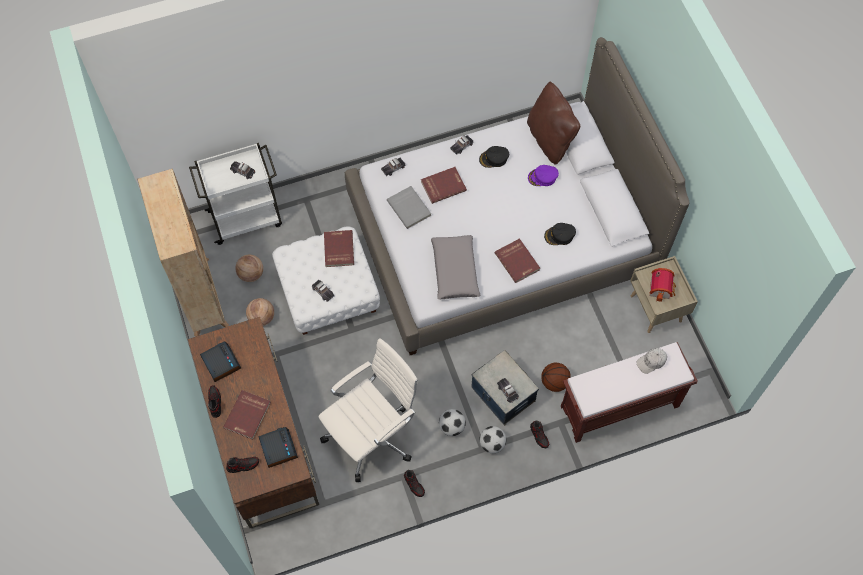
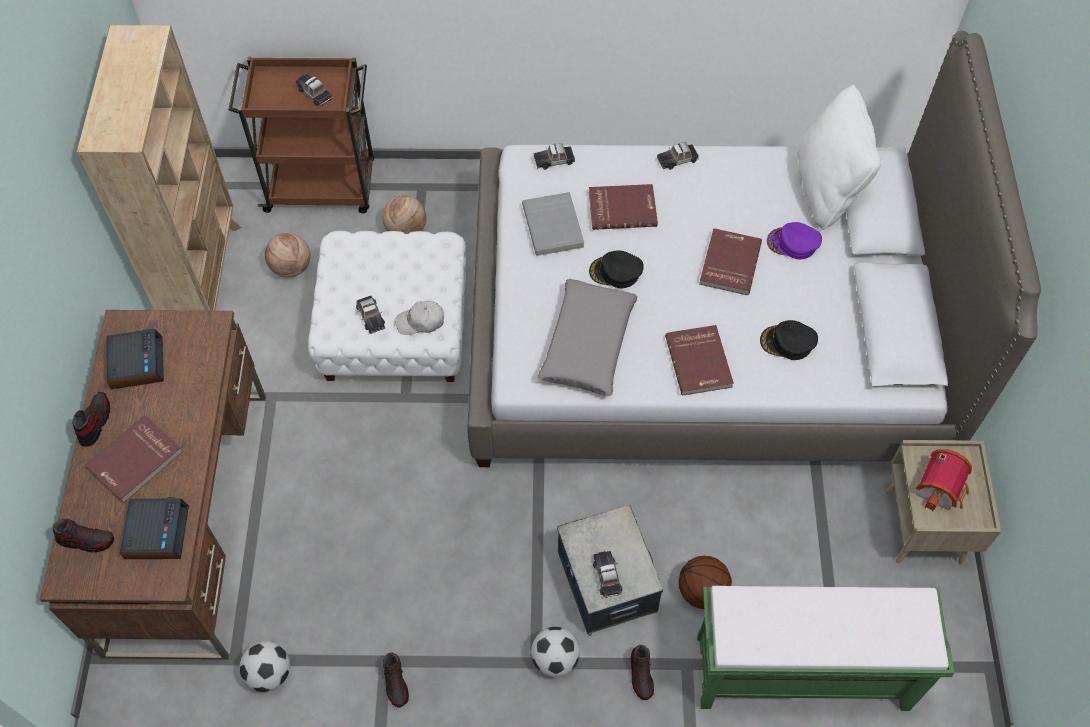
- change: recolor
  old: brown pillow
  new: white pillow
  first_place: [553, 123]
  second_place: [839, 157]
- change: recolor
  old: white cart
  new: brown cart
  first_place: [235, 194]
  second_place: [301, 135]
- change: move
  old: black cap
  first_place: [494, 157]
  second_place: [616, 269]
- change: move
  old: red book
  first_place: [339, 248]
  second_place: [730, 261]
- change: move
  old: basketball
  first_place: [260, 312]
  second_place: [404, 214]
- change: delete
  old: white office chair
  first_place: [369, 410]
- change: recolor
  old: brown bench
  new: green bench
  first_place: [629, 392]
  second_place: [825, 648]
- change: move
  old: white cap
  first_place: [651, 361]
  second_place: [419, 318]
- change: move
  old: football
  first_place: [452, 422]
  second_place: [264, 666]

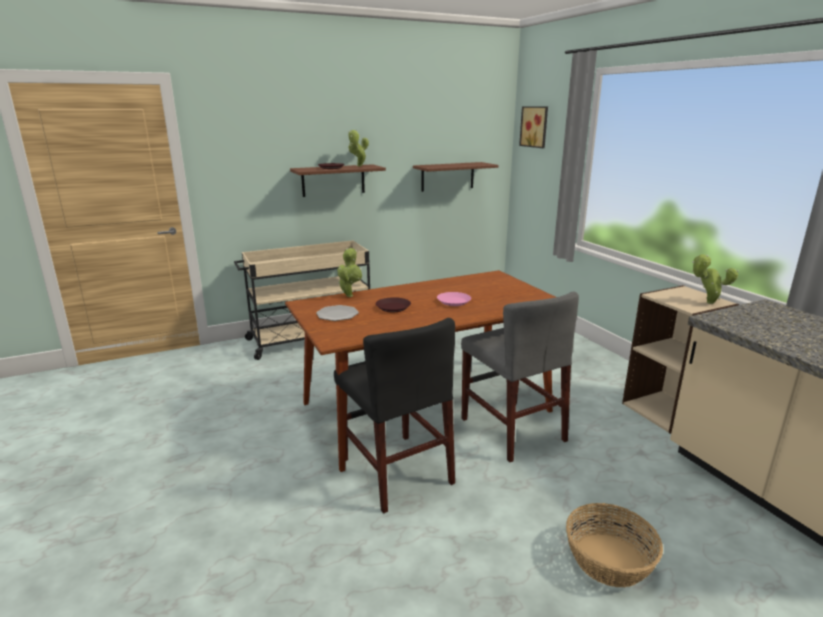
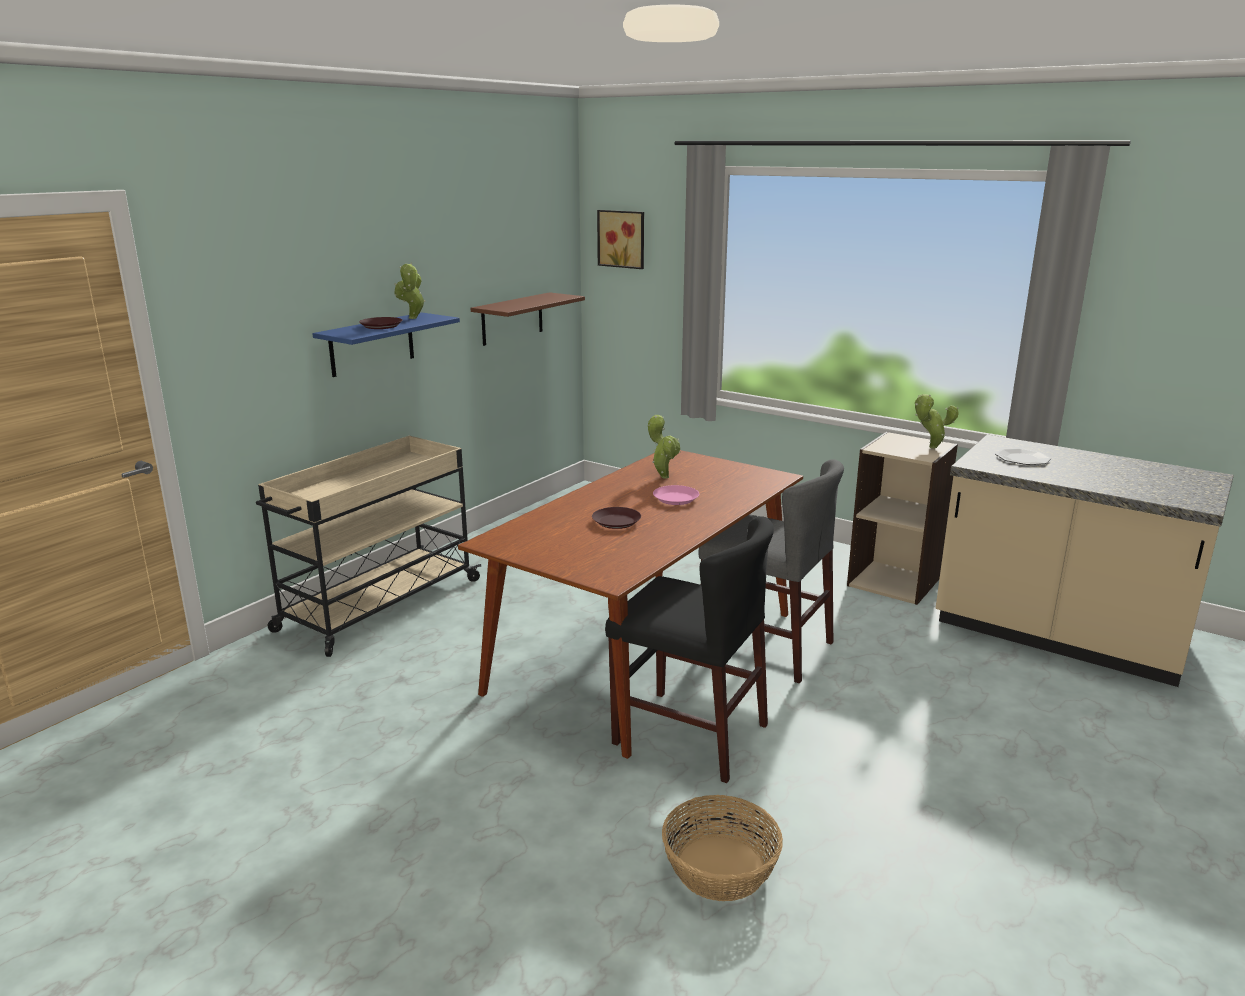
- change: recolor
  old: brown shelf
  new: blue shelf
  first_place: [338, 180]
  second_place: [386, 344]
- change: move
  old: potted plant
  first_place: [349, 272]
  second_place: [664, 447]
- change: move
  old: plate
  first_place: [337, 313]
  second_place: [1023, 456]
- change: move
  old: basket
  first_place: [614, 545]
  second_place: [722, 848]

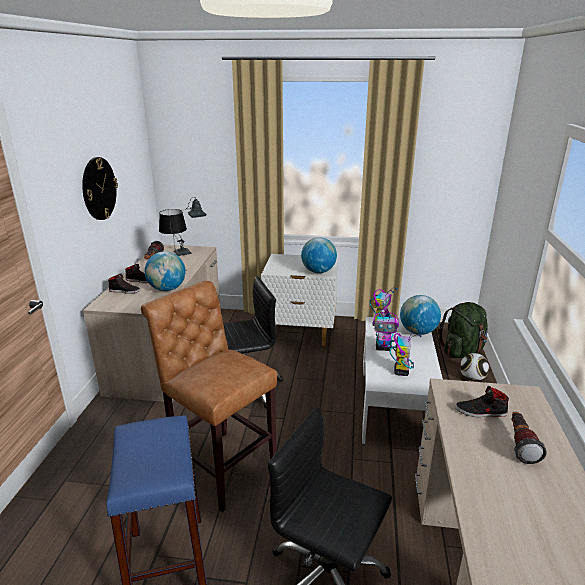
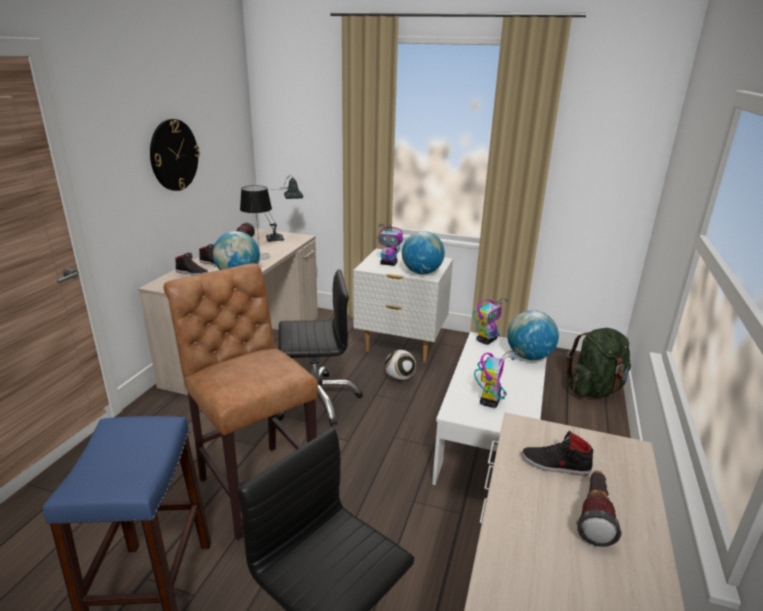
- change: move
  old: toy robot
  first_place: [386, 331]
  second_place: [390, 245]
- change: move
  old: football
  first_place: [474, 367]
  second_place: [400, 365]

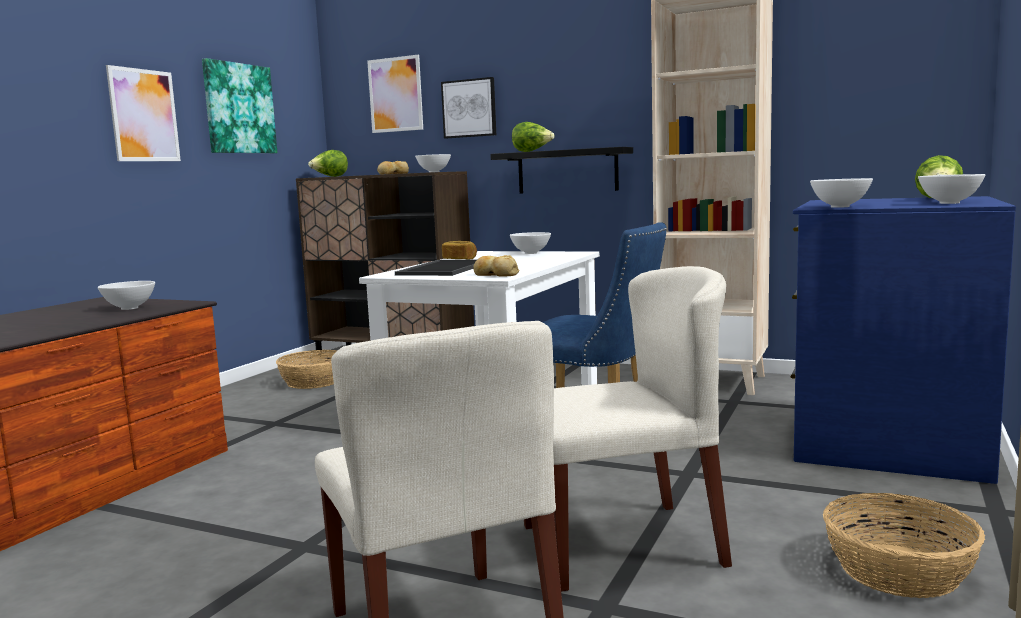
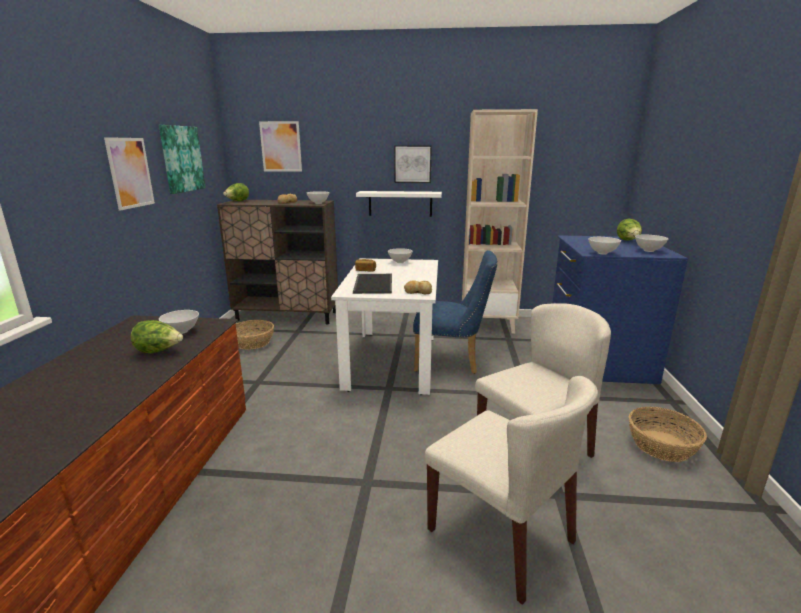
- change: move
  old: picture
  first_place: [468, 107]
  second_place: [413, 164]
- change: move
  old: lettuce
  first_place: [533, 137]
  second_place: [157, 336]
- change: recolor
  old: black shelf
  new: white shelf
  first_place: [561, 170]
  second_place: [399, 204]

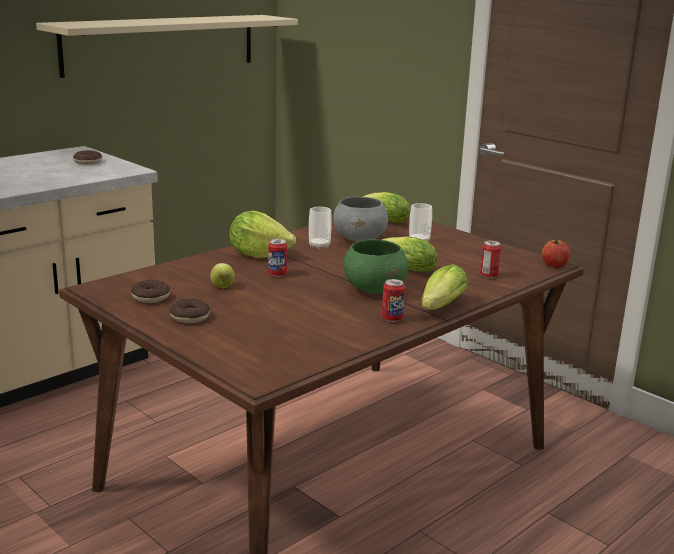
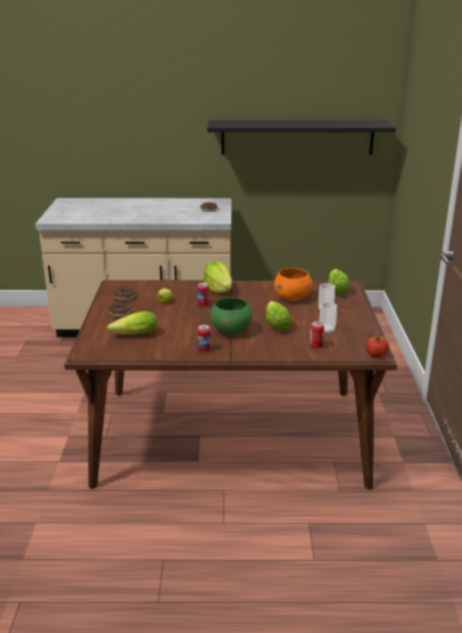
- change: recolor
  old: beige shelf
  new: black shelf
  first_place: [167, 46]
  second_place: [301, 137]
- change: recolor
  old: grey bowl
  new: orange bowl
  first_place: [360, 219]
  second_place: [293, 284]
- change: move
  old: cup
  first_place: [320, 228]
  second_place: [328, 318]
- change: move
  old: lettuce
  first_place: [445, 287]
  second_place: [132, 323]

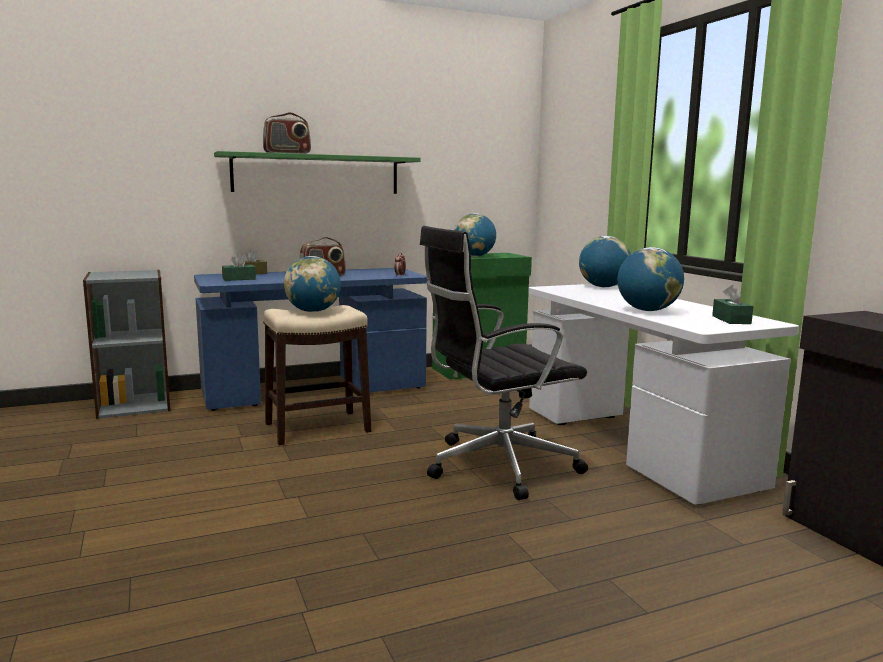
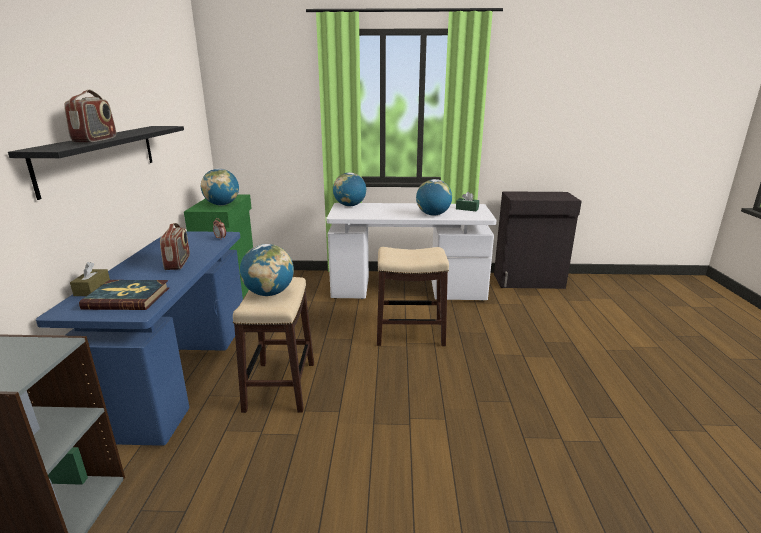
- change: recolor
  old: green shelf
  new: black shelf
  first_place: [317, 172]
  second_place: [96, 163]
- change: replace
  old: black office chair
  new: stool
  first_place: [504, 363]
  second_place: [413, 296]
- change: replace
  old: green tissue box
  new: book
  first_place: [239, 267]
  second_place: [124, 295]

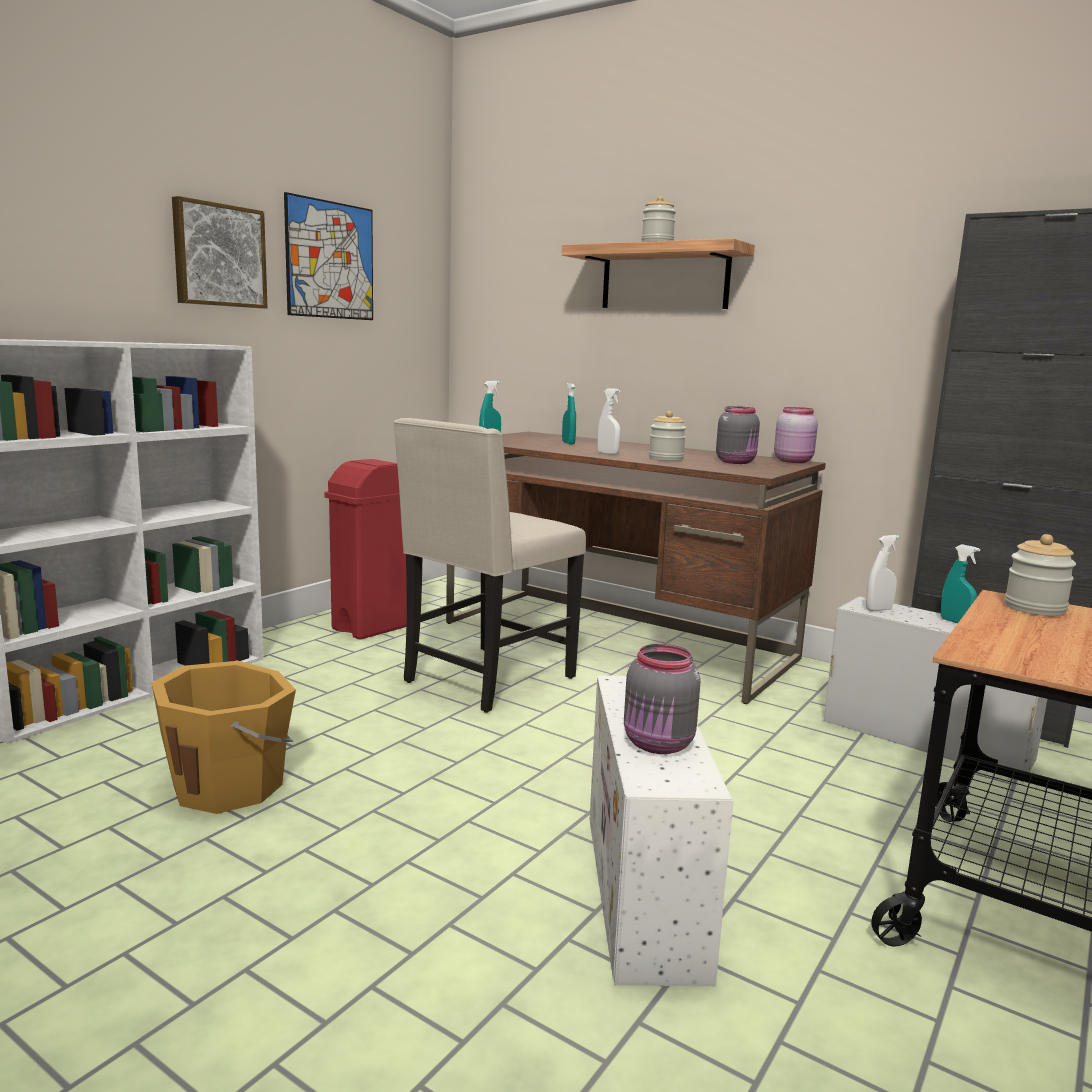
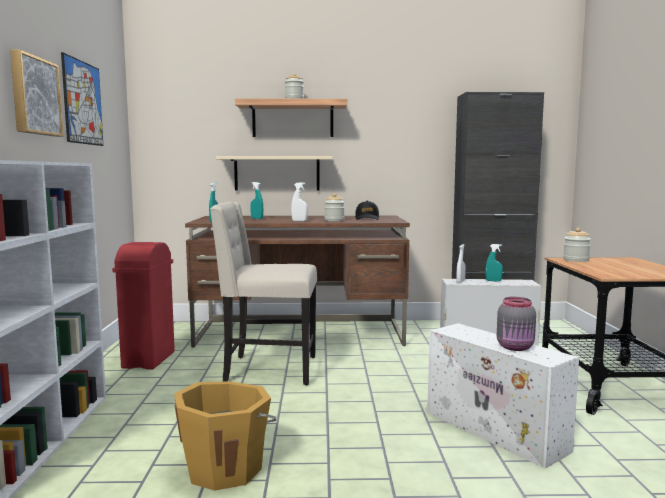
- change: replace
  old: grey jar
  new: black cap
  first_place: [738, 435]
  second_place: [367, 210]
- change: delete
  old: pink jar
  first_place: [796, 435]
- change: rotate
  old: beige chair
  first_place: [490, 565]
  second_place: [263, 293]
  degrees: 90
- change: insert
  new: beige shelf
  second_place: [274, 173]

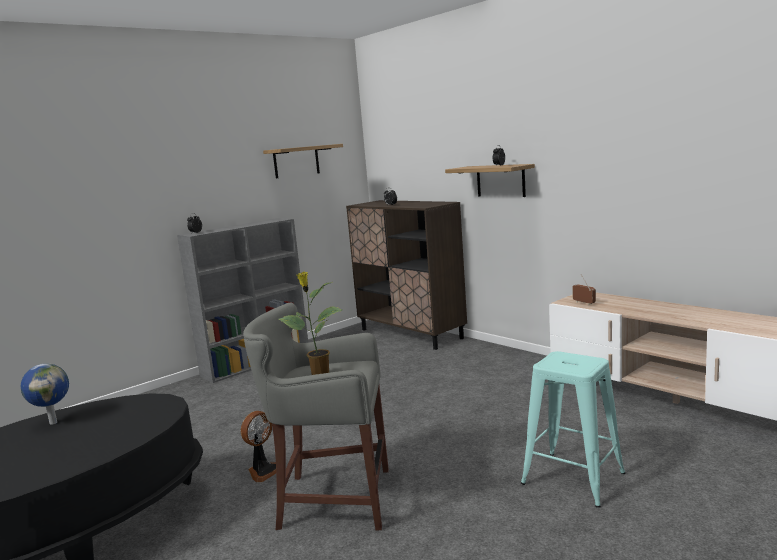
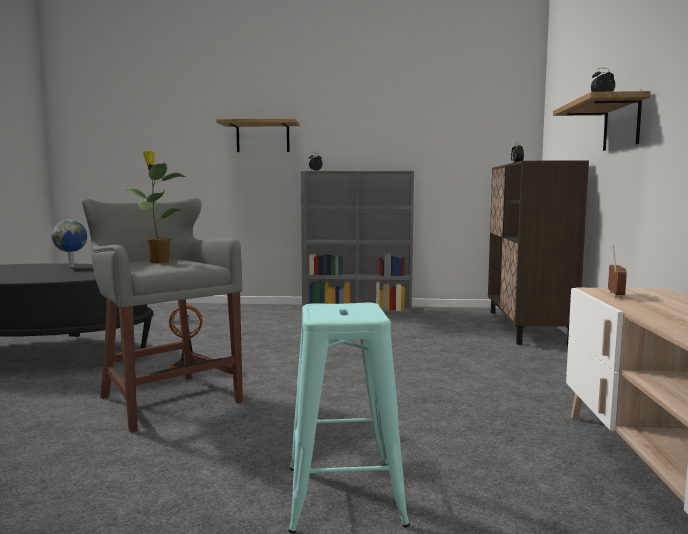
- change: move
  old: shelf
  first_place: [303, 161]
  second_place: [258, 135]

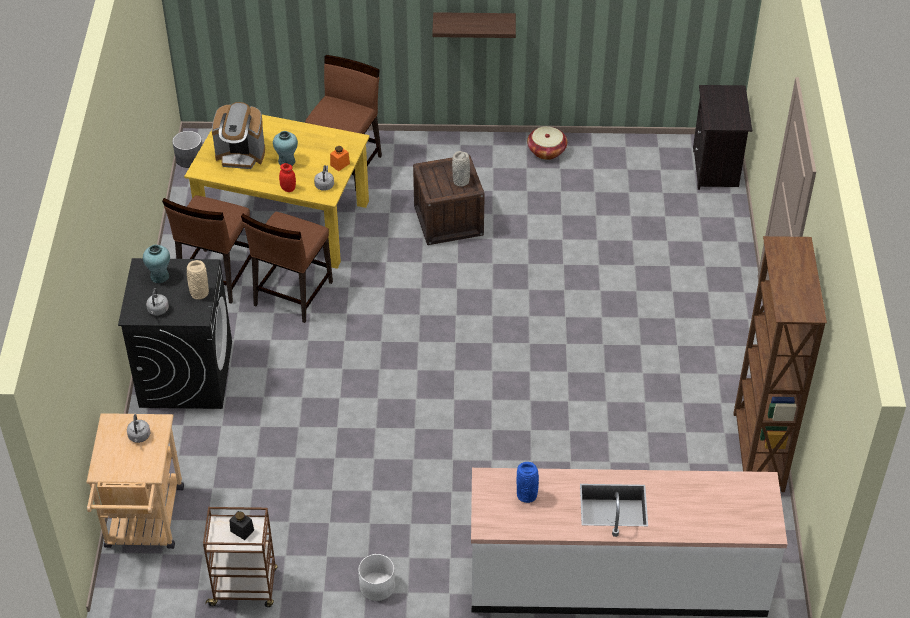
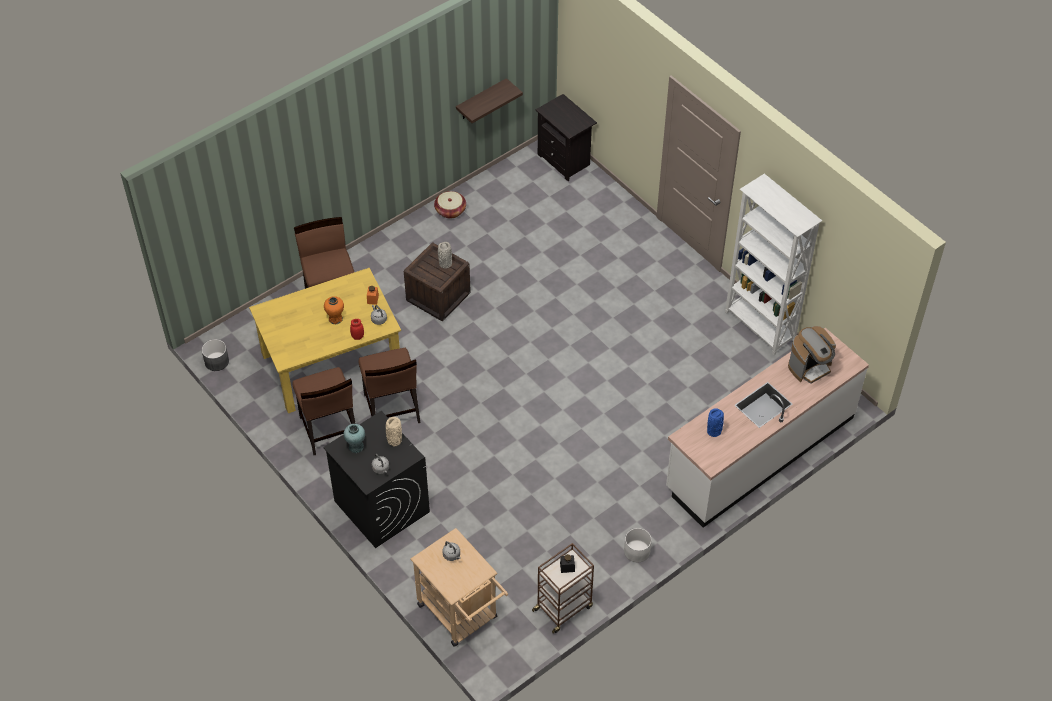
- change: move
  old: shelf
  first_place: [474, 25]
  second_place: [489, 100]
- change: move
  old: coffee machine
  first_place: [238, 135]
  second_place: [812, 355]
- change: recolor
  old: turquoise vase
  new: orange vase
  first_place: [285, 148]
  second_place: [334, 310]
- change: recolor
  old: brown bookcase
  new: white bookcase
  first_place: [780, 364]
  second_place: [773, 264]

